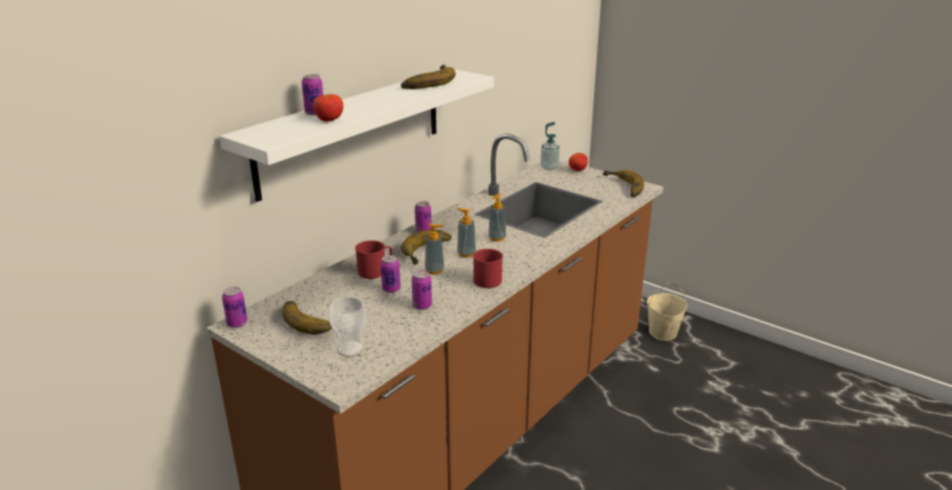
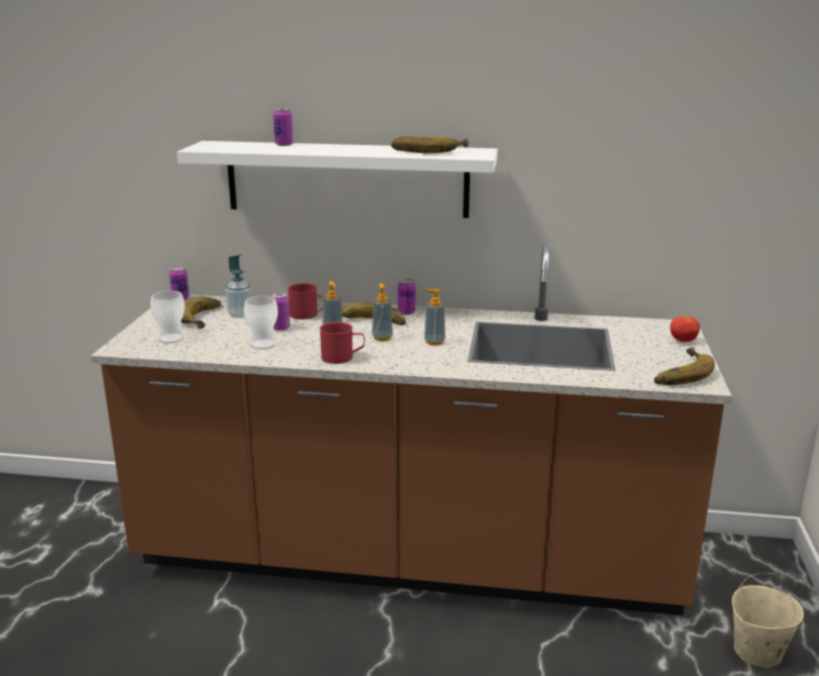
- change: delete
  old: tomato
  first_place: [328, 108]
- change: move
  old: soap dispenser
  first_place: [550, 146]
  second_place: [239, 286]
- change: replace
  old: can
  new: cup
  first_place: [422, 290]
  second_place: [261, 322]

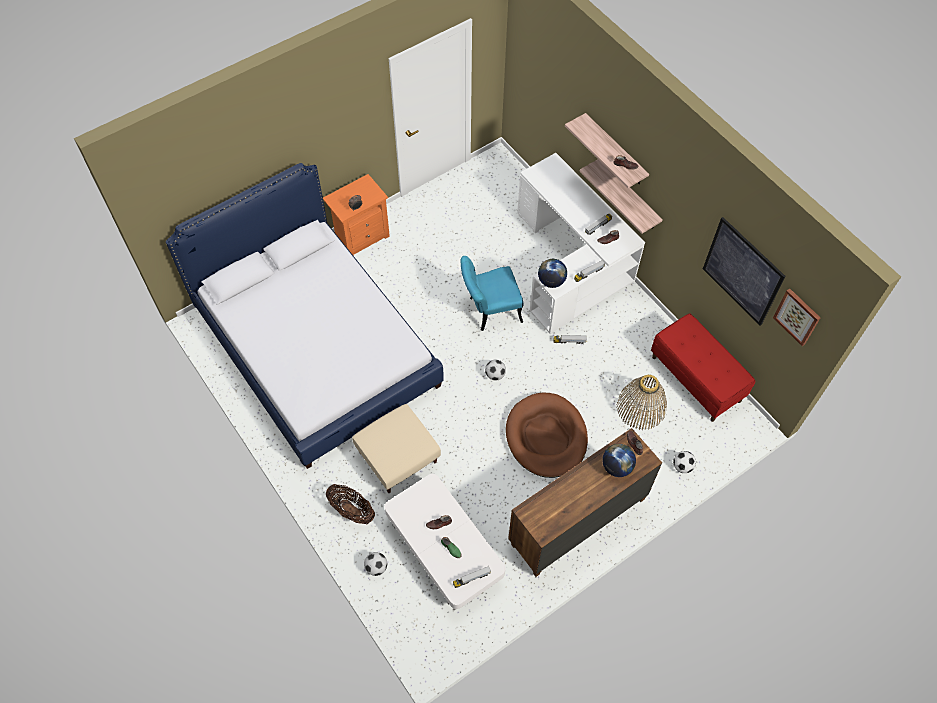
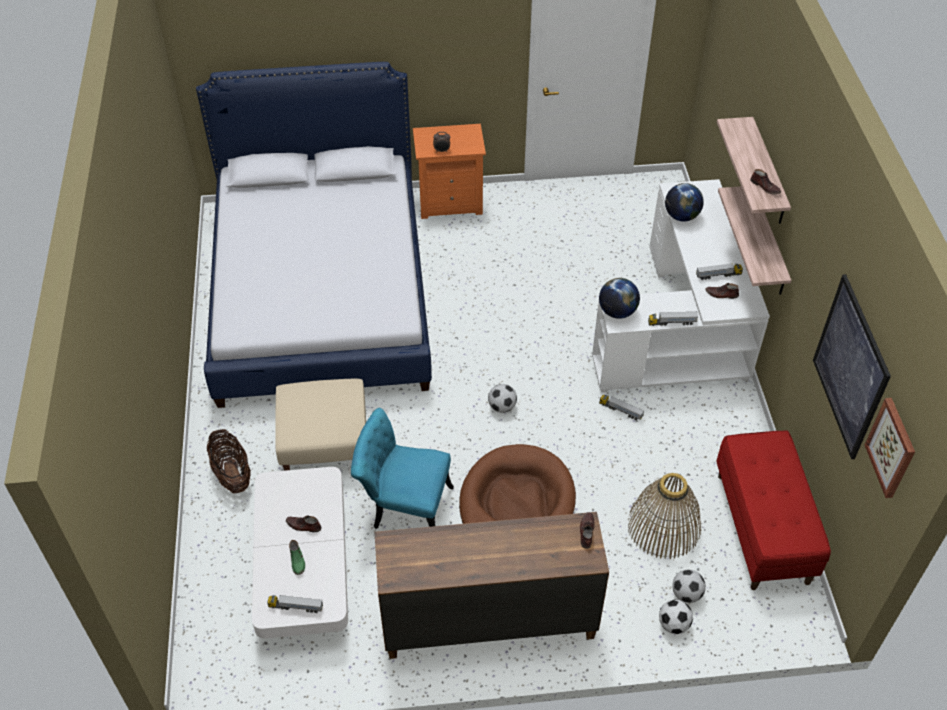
- change: move
  old: turquoise chair
  first_place: [491, 293]
  second_place: [402, 468]
- change: move
  old: globe
  first_place: [619, 460]
  second_place: [684, 202]
- change: move
  old: football
  first_place: [375, 564]
  second_place: [689, 586]

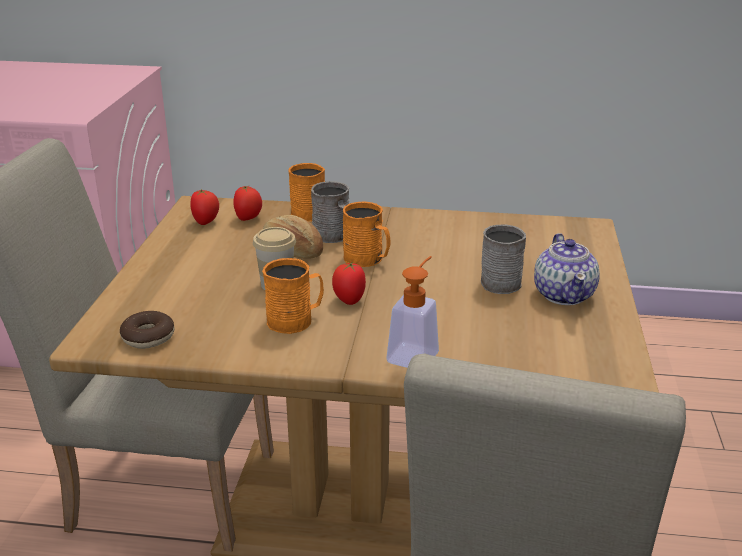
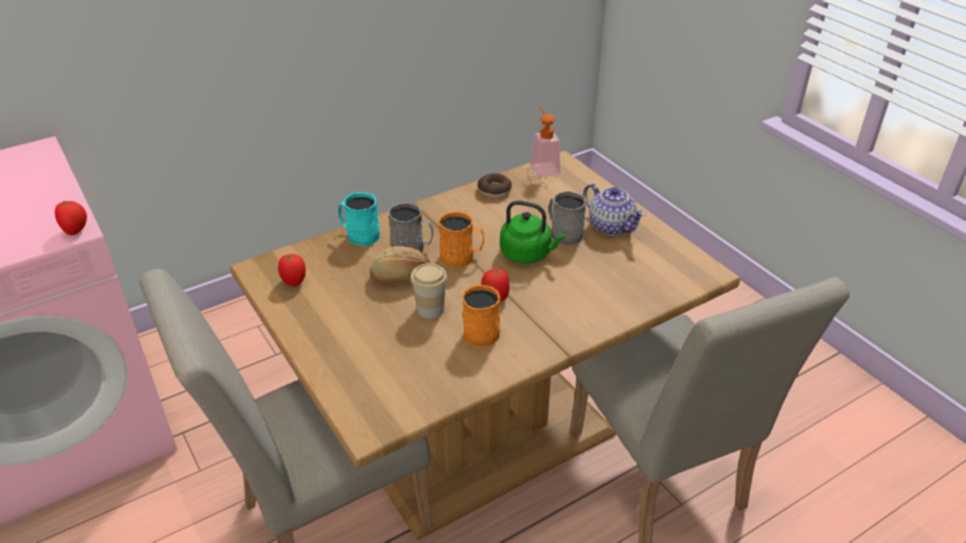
- change: recolor
  old: orange mug
  new: turquoise mug
  first_place: [307, 192]
  second_place: [359, 219]
- change: move
  old: tomato
  first_place: [248, 203]
  second_place: [71, 217]
- change: move
  old: soap dispenser
  first_place: [413, 312]
  second_place: [545, 142]
- change: move
  old: donut
  first_place: [147, 330]
  second_place: [495, 185]
- change: insert
  new: green kettle
  second_place: [532, 232]

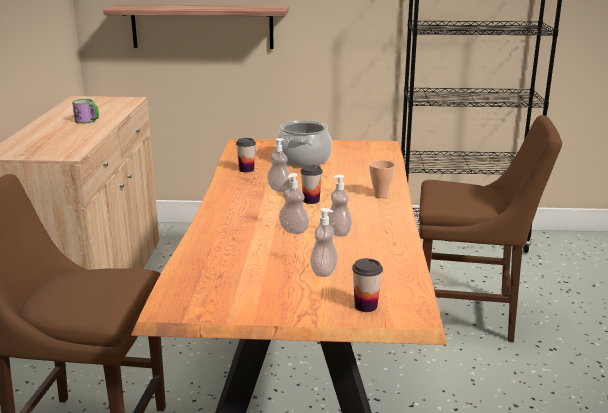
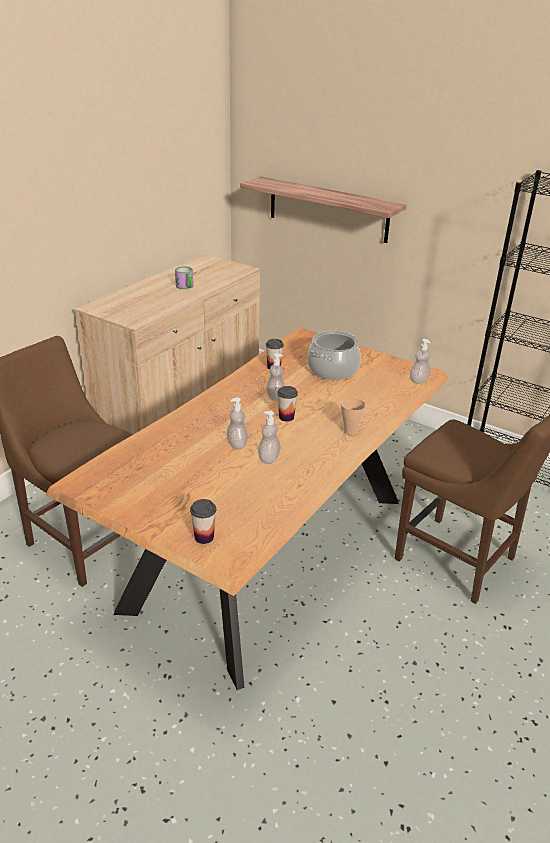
- change: move
  old: soap dispenser
  first_place: [324, 242]
  second_place: [420, 361]

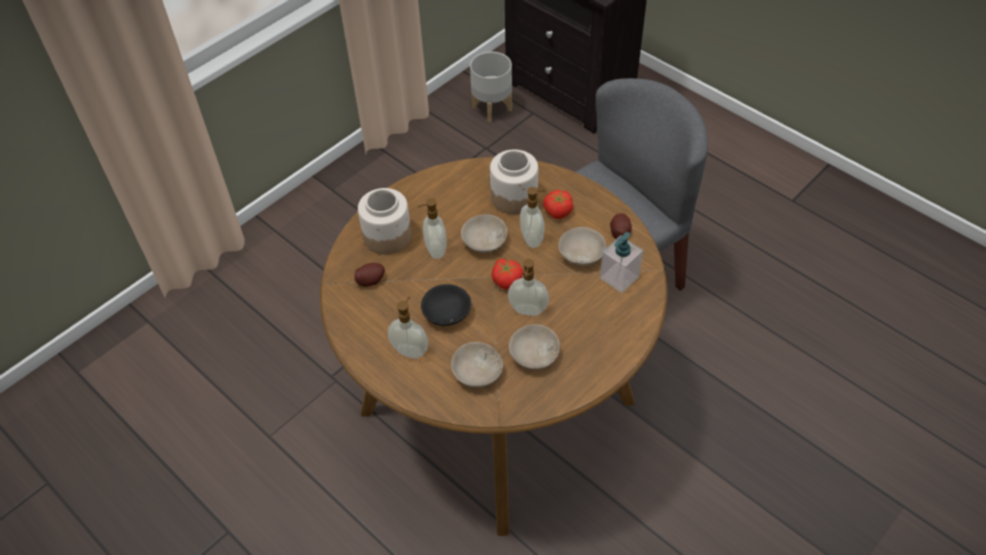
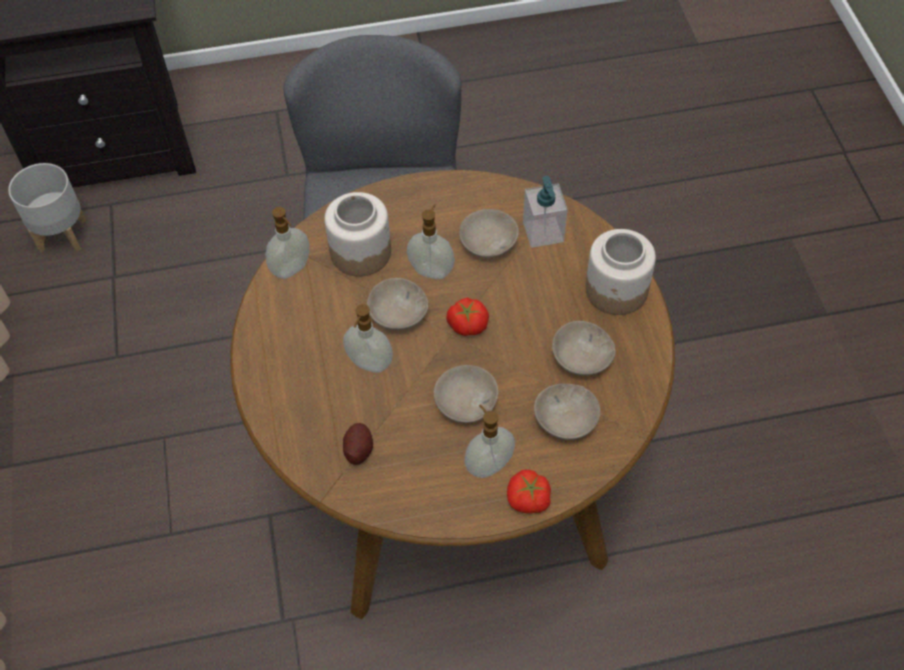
- change: move
  old: jar
  first_place: [384, 221]
  second_place: [620, 272]
- change: move
  old: tomato
  first_place: [558, 204]
  second_place: [529, 492]
- change: delete
  old: potato
  first_place: [621, 226]
- change: move
  old: soap dispenser
  first_place: [528, 287]
  second_place: [287, 243]
- change: recolor
  old: black bowl
  new: beige bowl
  first_place: [446, 305]
  second_place: [466, 394]

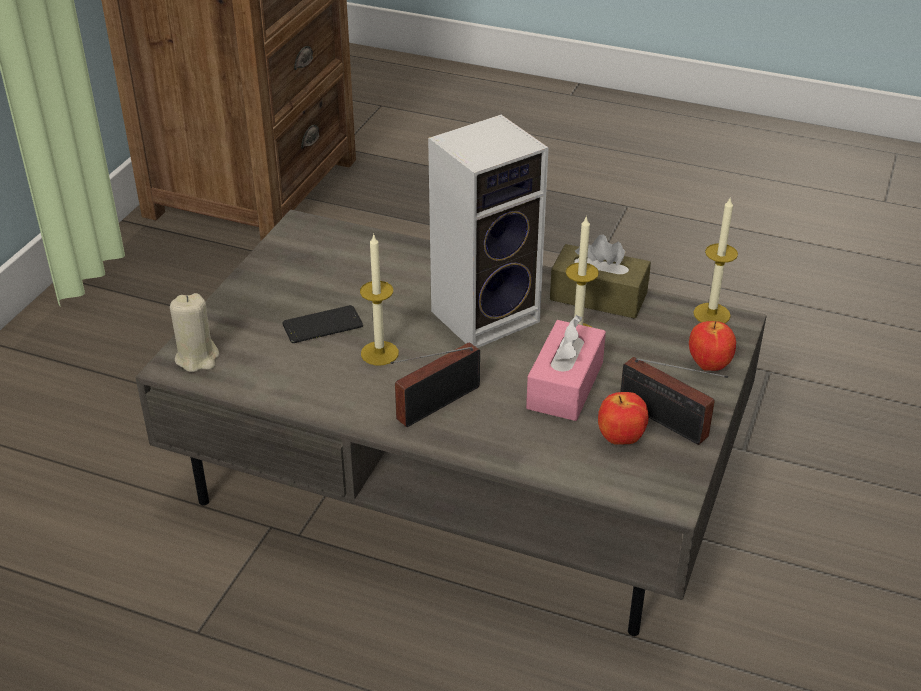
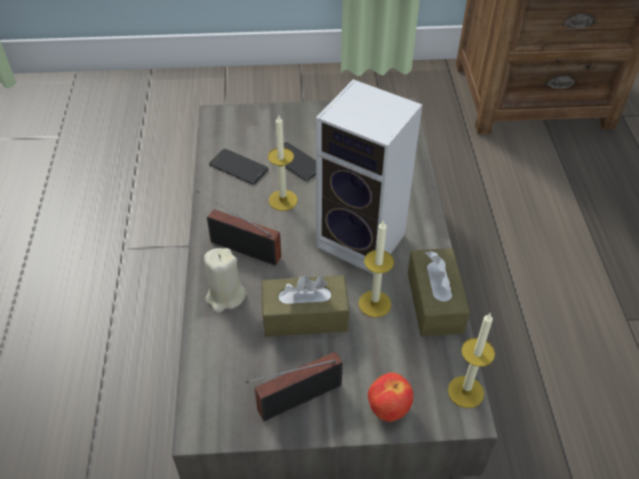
- change: move
  old: beige candle
  first_place: [194, 332]
  second_place: [225, 280]
- change: recolor
  old: pink tissue box
  new: brown tissue box
  first_place: [566, 368]
  second_place: [305, 306]
- change: rotate
  old: radio
  first_place: [674, 401]
  second_place: [294, 386]
  degrees: 45
- change: delete
  old: apple
  first_place: [623, 418]
- change: insert
  new: phone
  second_place: [238, 167]

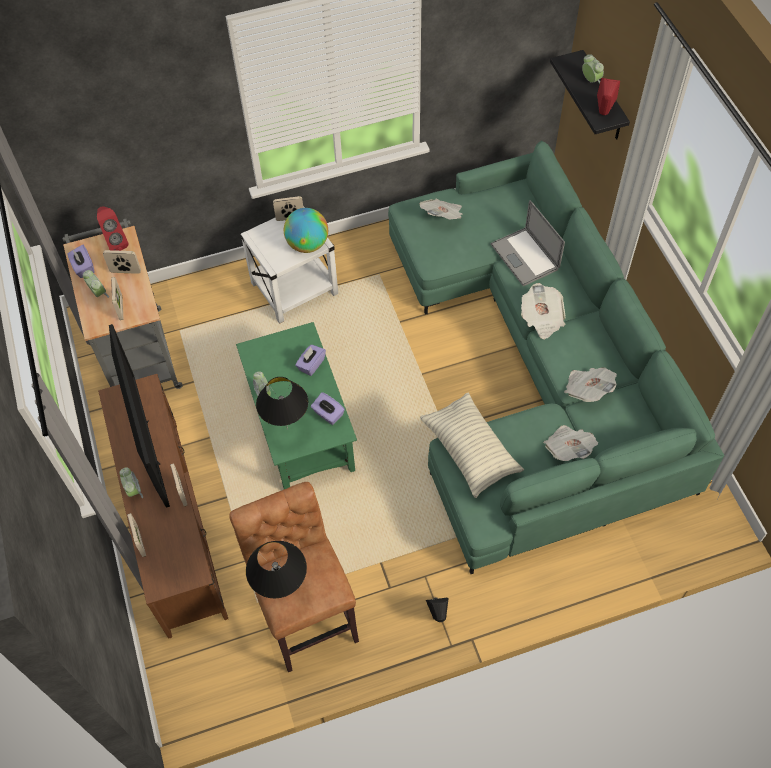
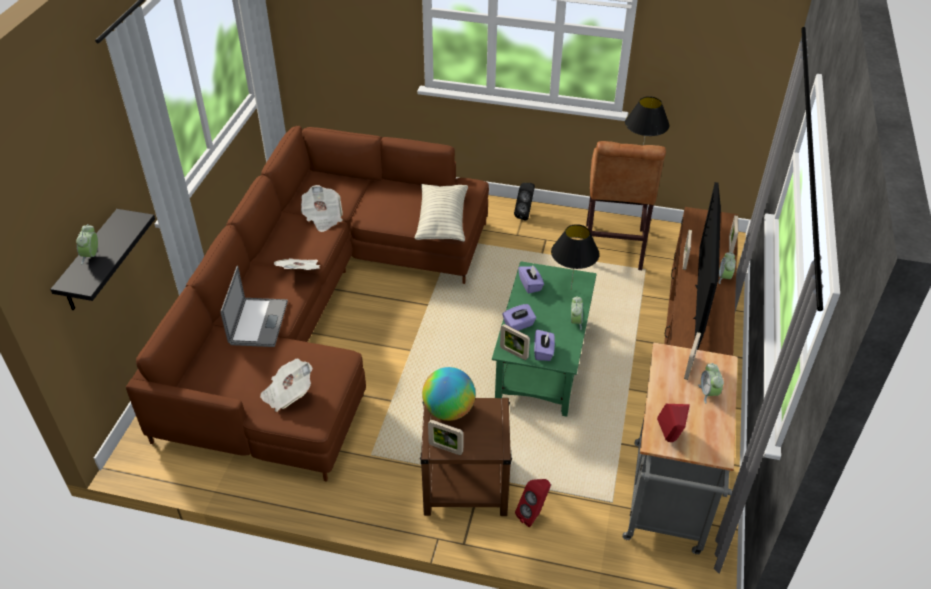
- change: move
  old: red speaker
  first_place: [608, 96]
  second_place: [533, 503]
- change: recolor
  old: green sofa
  new: brown sofa
  first_place: [556, 357]
  second_place: [307, 304]
- change: recolor
  old: white side table
  new: brown side table
  first_place: [289, 264]
  second_place: [466, 457]
- change: move
  old: purple tissue box
  first_place: [81, 261]
  second_place: [544, 345]
- change: move
  old: picture frame
  first_place: [122, 262]
  second_place: [515, 342]
- change: delete
  old: newspaper
  first_place: [570, 443]

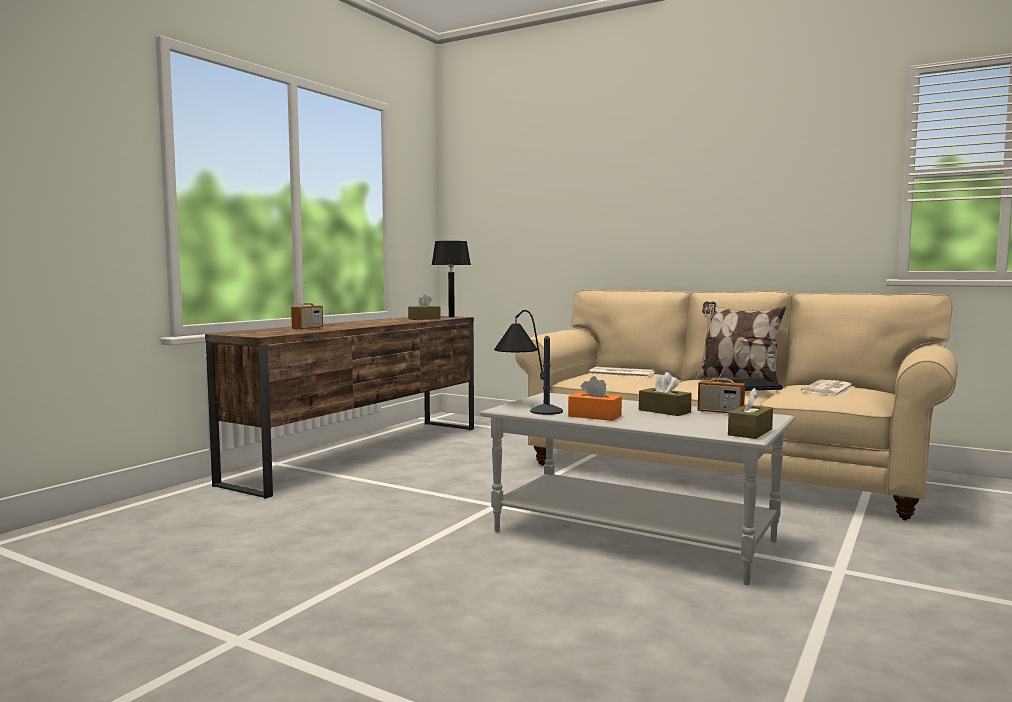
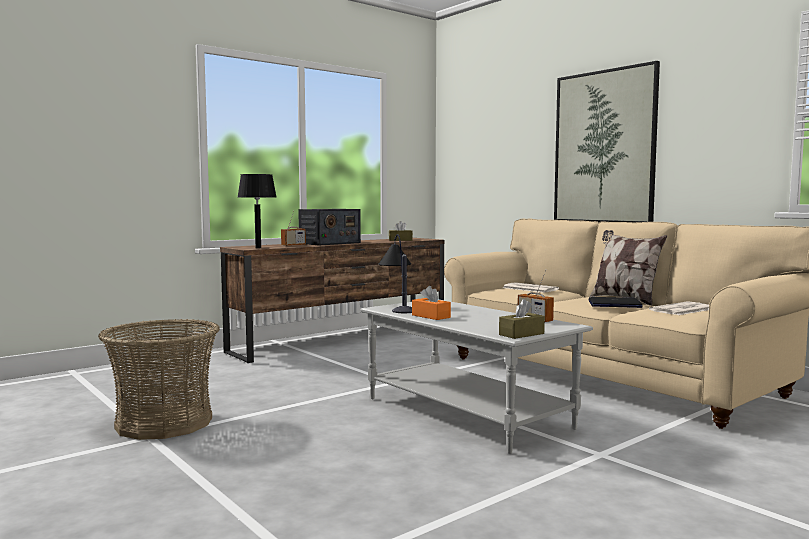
- change: move
  old: black table lamp
  first_place: [451, 279]
  second_place: [257, 211]
- change: delete
  old: brown tissue box
  first_place: [665, 394]
- change: insert
  new: picture
  second_place: [607, 142]
- change: insert
  new: radio
  second_place: [329, 227]
- change: insert
  new: basket
  second_place: [159, 379]

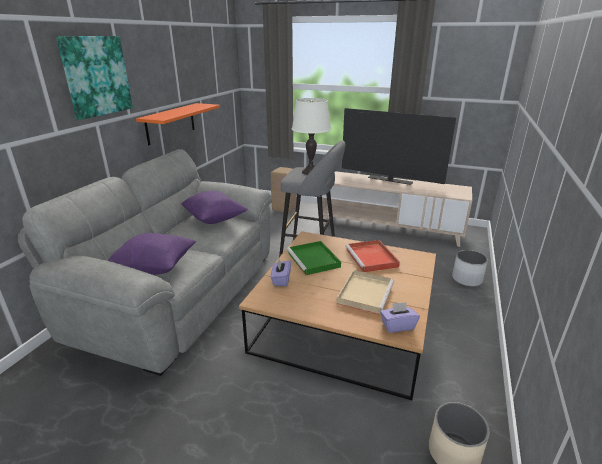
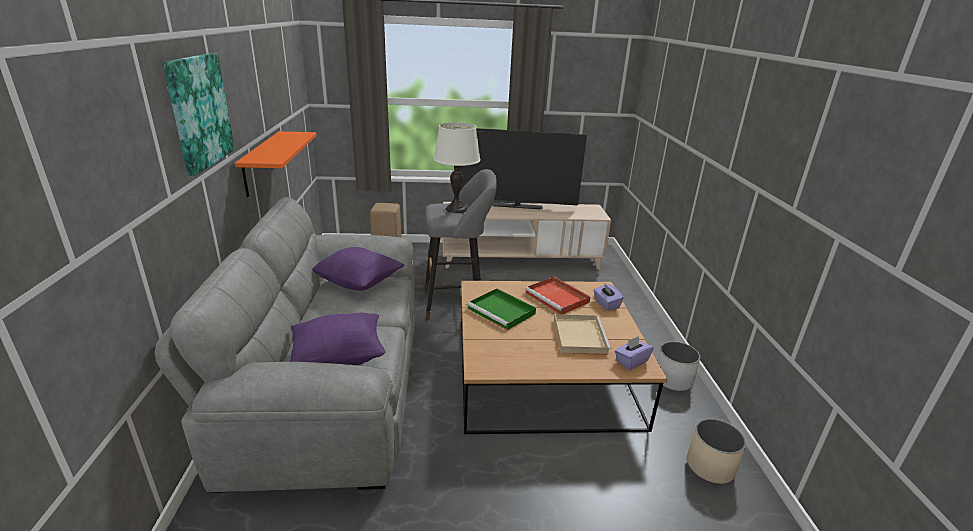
- change: move
  old: white planter
  first_place: [470, 268]
  second_place: [678, 366]
- change: move
  old: purple tissue box
  first_place: [281, 272]
  second_place: [609, 297]

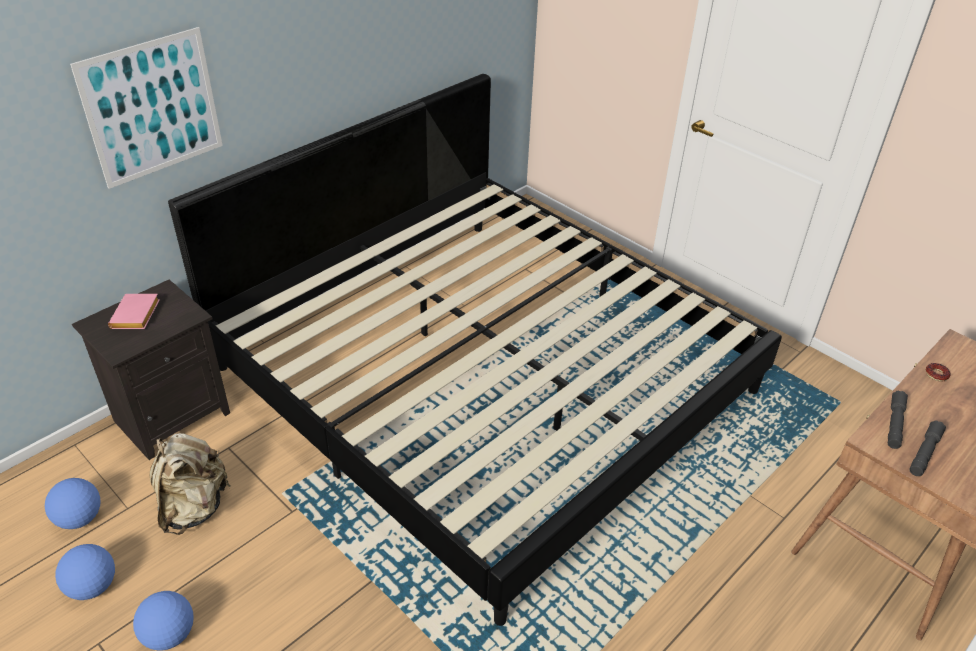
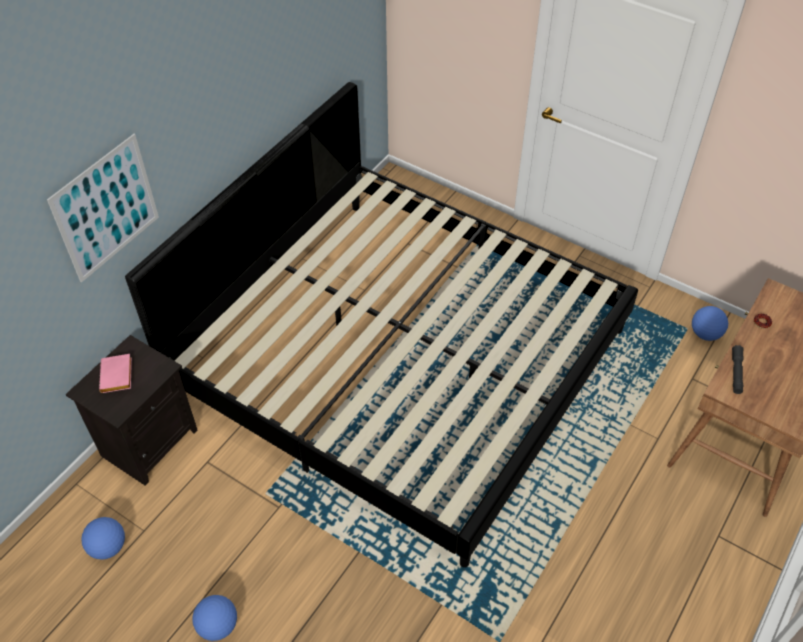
- change: delete
  old: grey flashlight
  first_place: [927, 448]
- change: delete
  old: beige backpack
  first_place: [190, 484]
- change: move
  old: football
  first_place: [85, 572]
  second_place: [710, 323]

